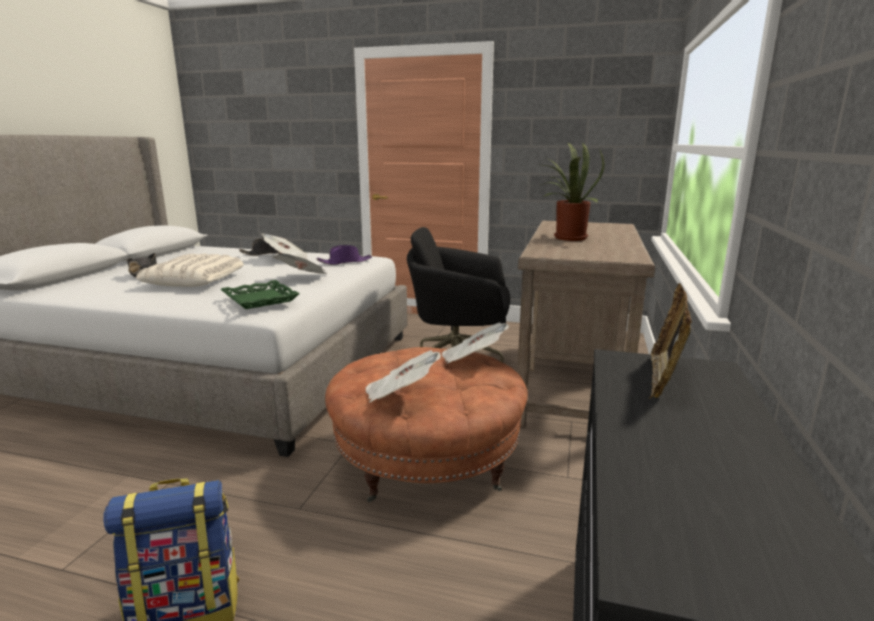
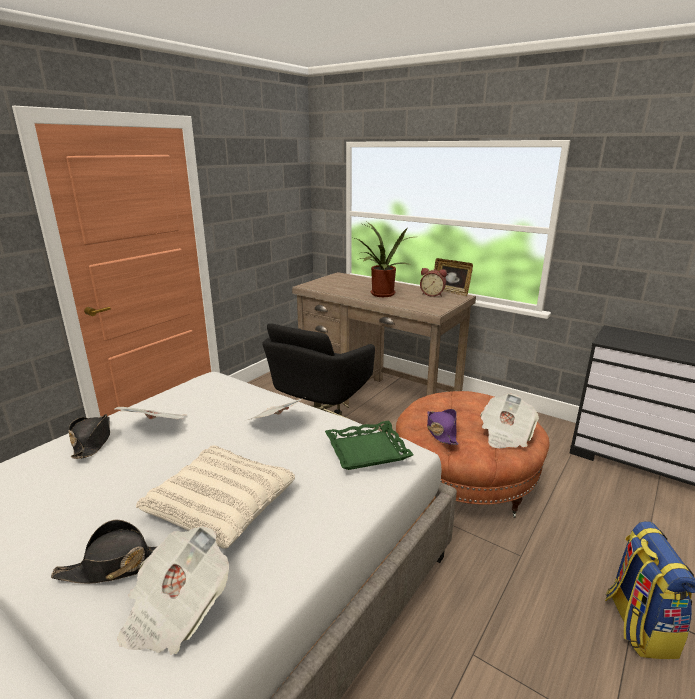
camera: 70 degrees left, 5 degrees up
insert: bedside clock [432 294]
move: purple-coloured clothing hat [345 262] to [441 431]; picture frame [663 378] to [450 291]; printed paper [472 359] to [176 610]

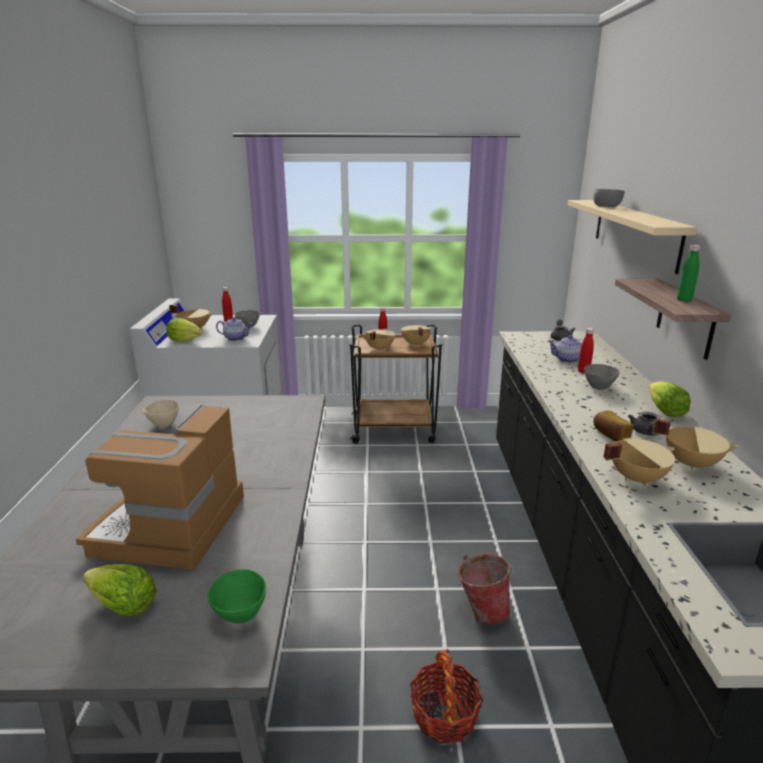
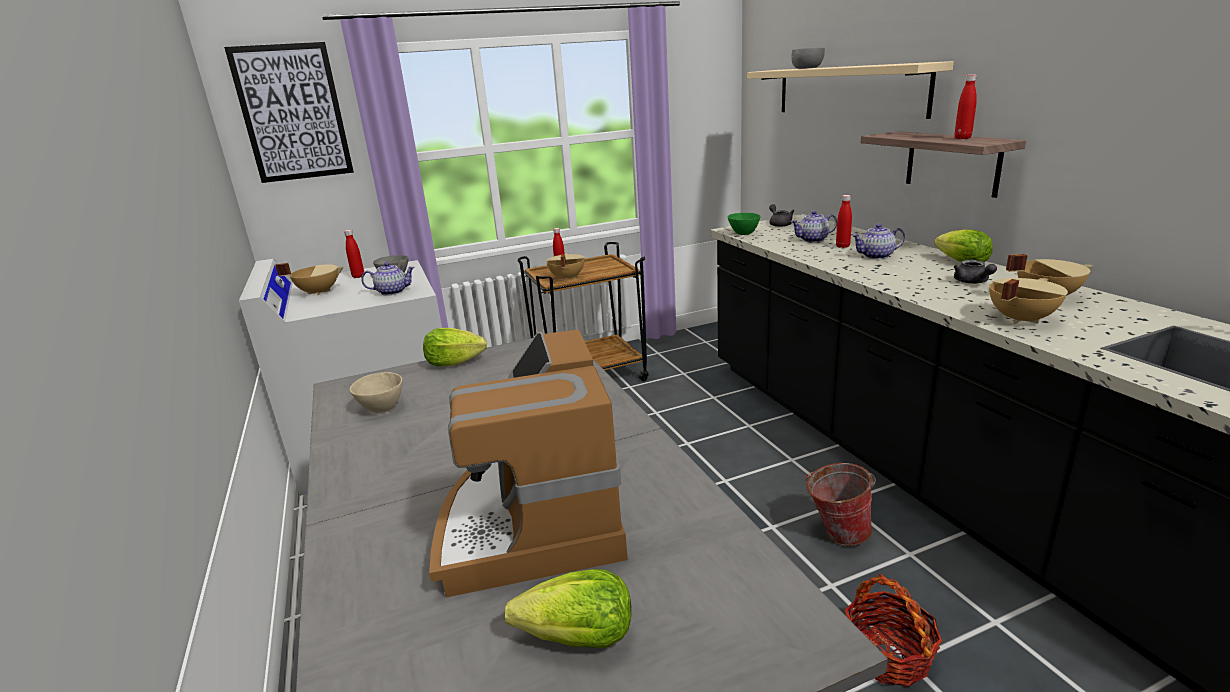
camera: 20 degrees left, 0 degrees up
delete: beige-coloured saucepot [415 344]; bakery bread [610 435]
insert: picture [293 113]
move: lettuce head [184 340] to [454 363]; greenish bowl [239 614] to [743 234]
replace: gray bowl [599 387] to tea pot [876 256]
recolor: greenish beverage bottle [684 300] to reddish beverage bottle [962 138]

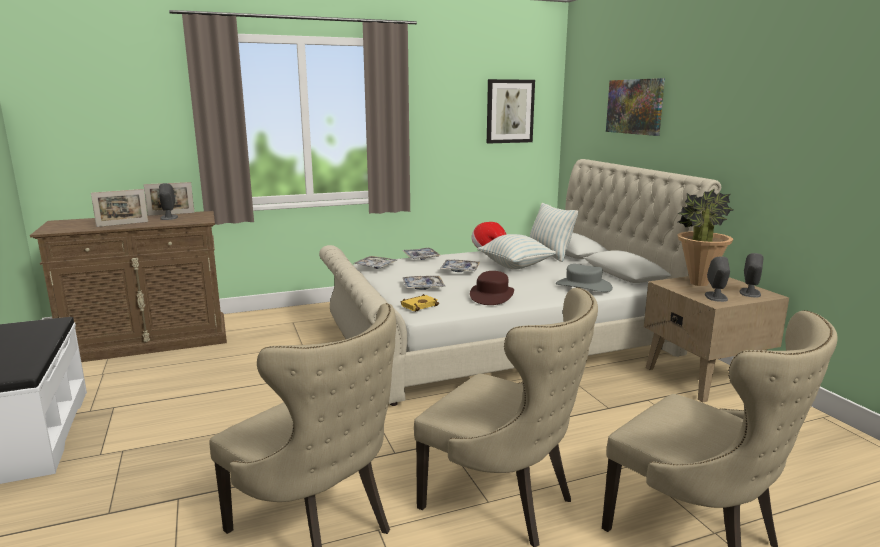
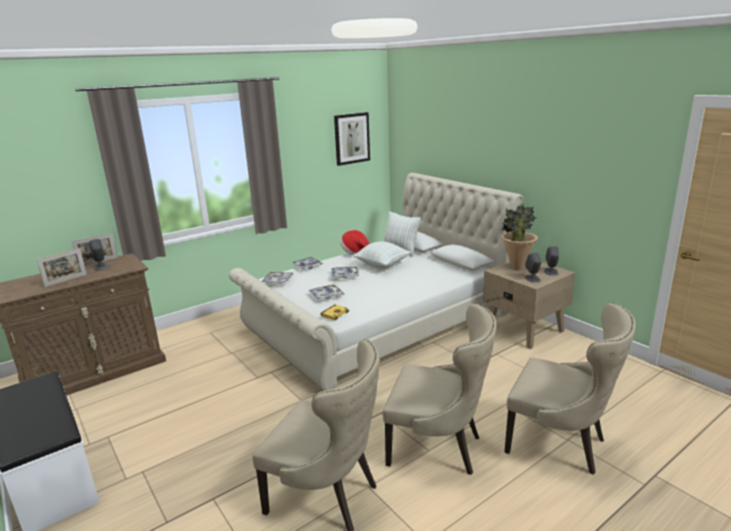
camera: 15 degrees left, 5 degrees up
delete: picture [635 106]; gray clothing hat [583 286]; brownish clothing hat [492 295]

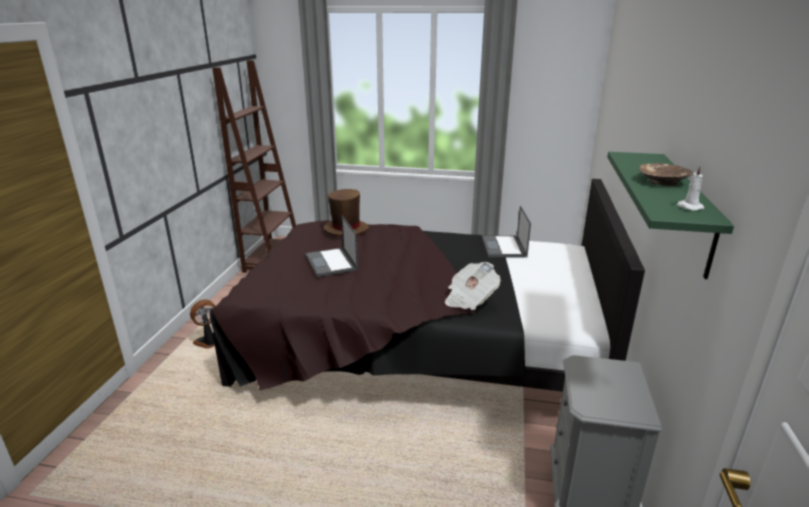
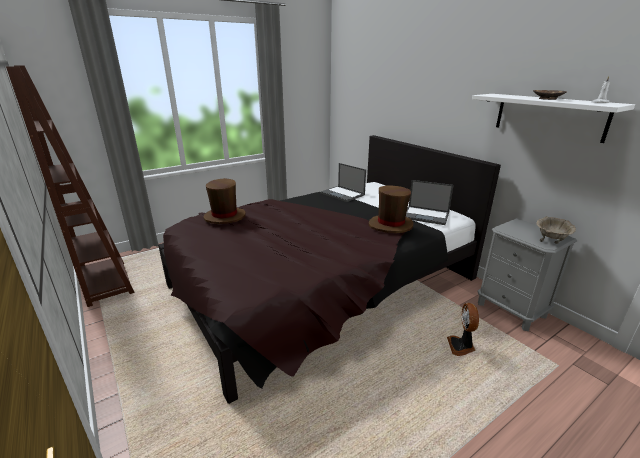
camera: 45 degrees left, 0 degrees up
insert: beige-coloured bowl [551 239]
move: notebook computer [332 262] to [426 215]; electric fan [209 342] to [461 346]
replace: printed paper [470 299] to brownish clothing hat [390 225]
recolor: greenish bracket shelf [685 211] to white-coloured bracket shelf [549 116]

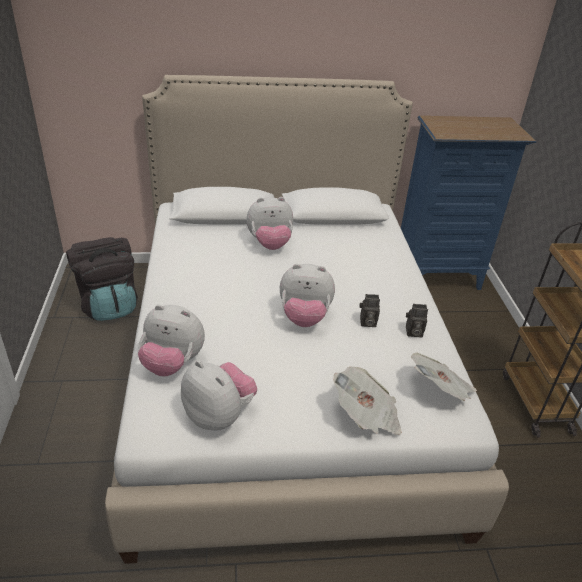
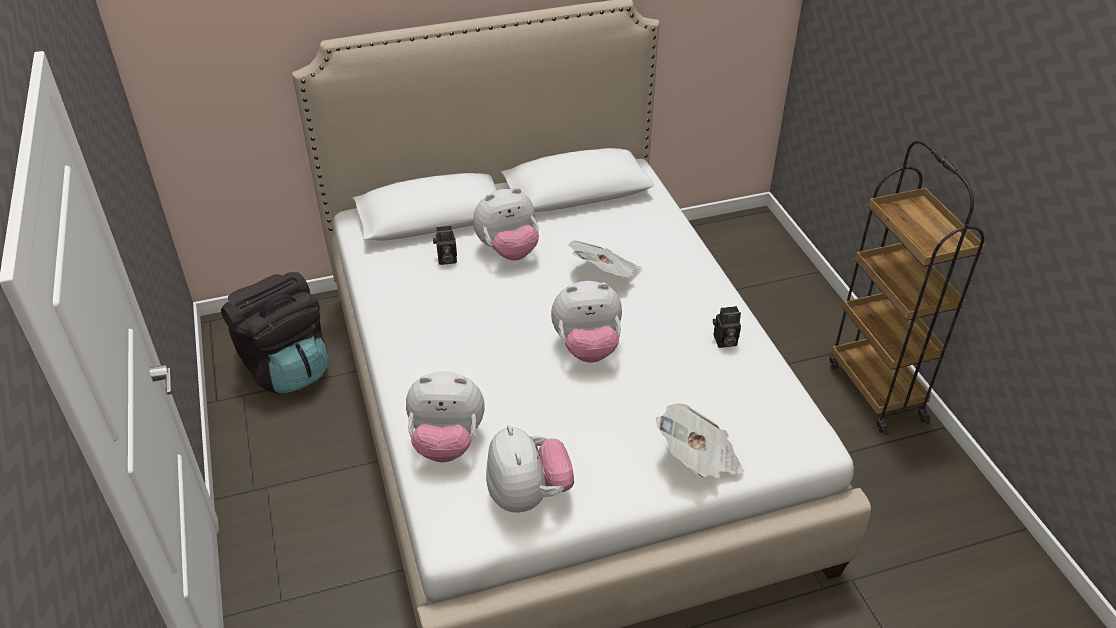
camera: 10 degrees left, 5 degrees up
delete: blue chest of drawers [438 277]
move: photo camera [367 322] to [446 259]; printed paper [441 390] to [606 274]
rotate: plush toy [219 415] = [528 495] 45 degrees clockwise

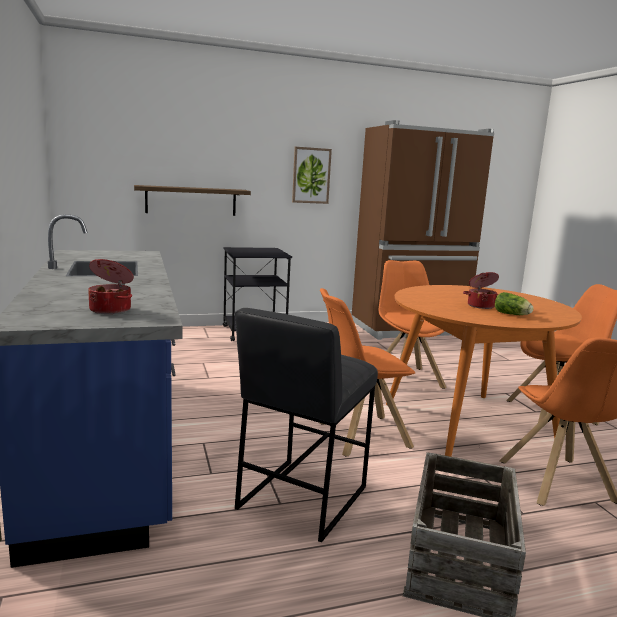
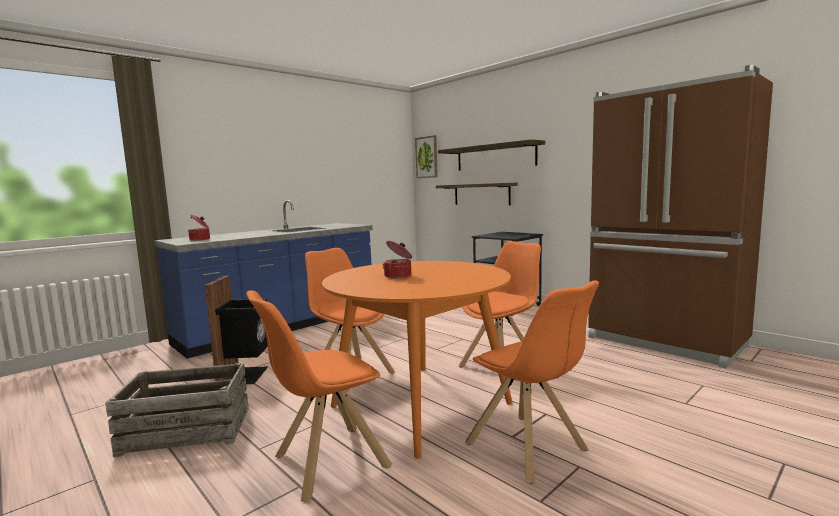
camera: 65 degrees right, 5 degrees down
delete: lettuce head [512 315]
insert: bracket shelf [495 157]
move: picture [311 175] to [427 157]
replace: gray stool seat [301 498] to blackish trash can [245 375]

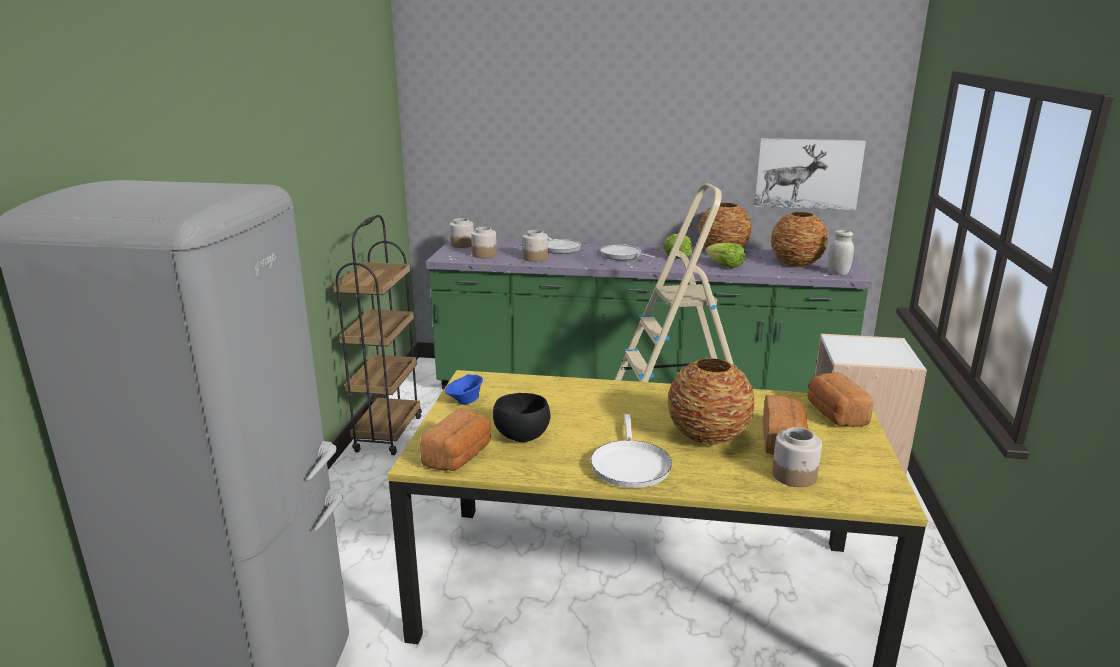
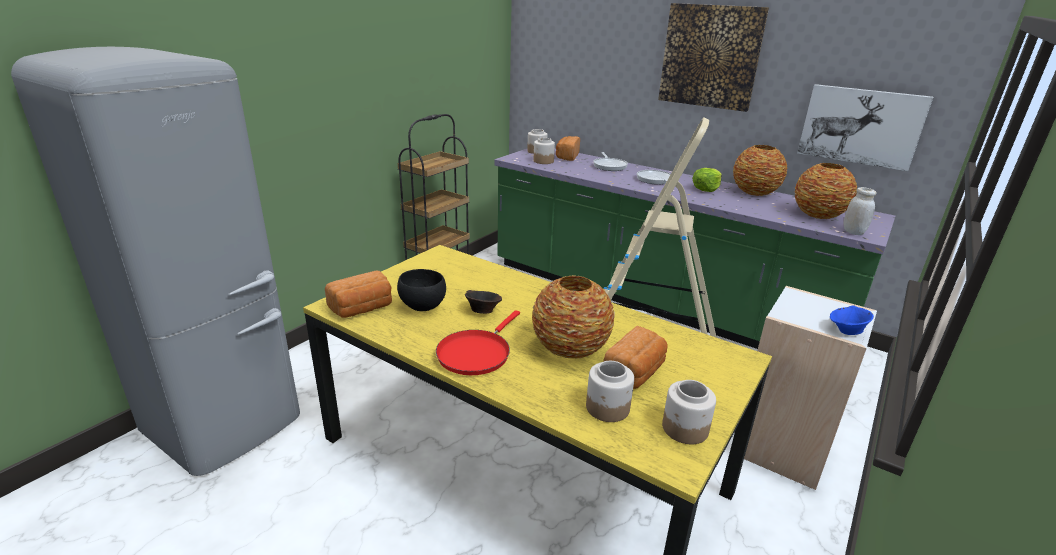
camera: 25 degrees right, 5 degrees up
delete: lettuce head [725 266]
insert: picture [710 56]; brownish bowl [482 311]
move: jar [535 258] to [685 429]; bakery bread [834 414] to [566 156]; blue bowl [465 401] to [846 331]
recolor: white-coloured pan [630 465] to reddish pan [476 353]

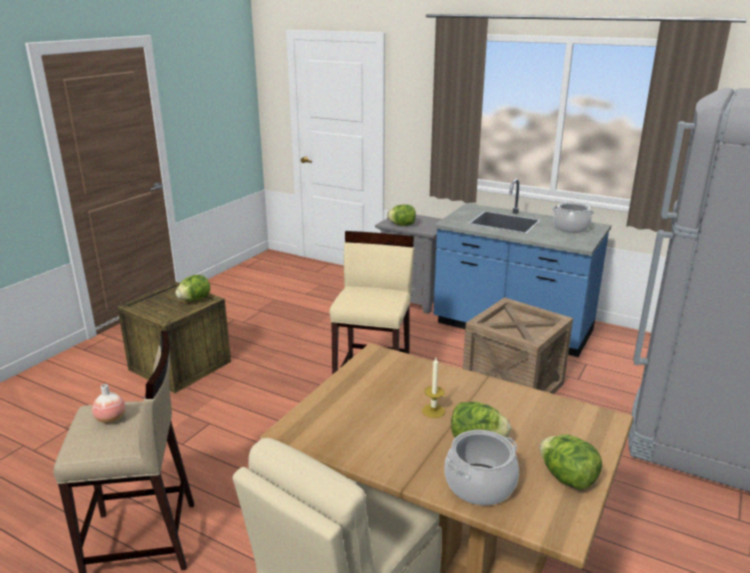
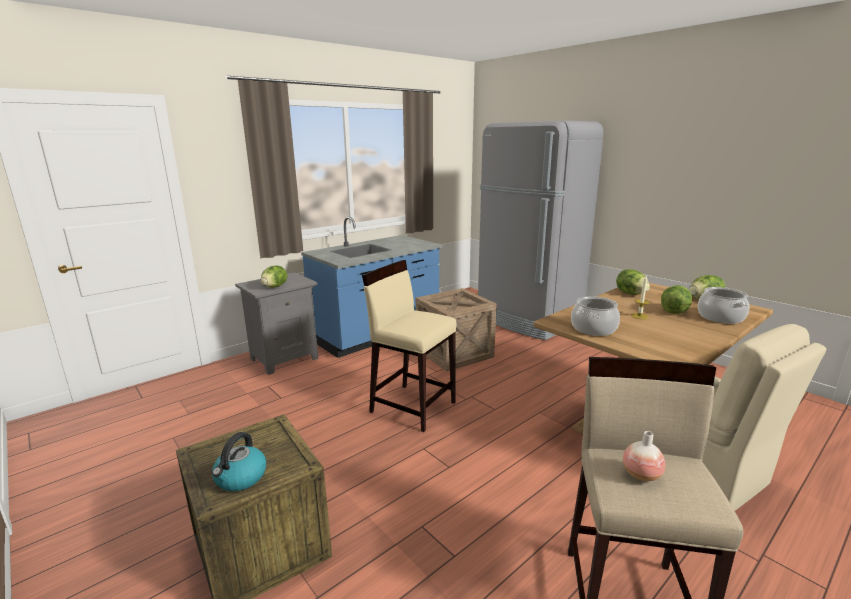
camera: 70 degrees left, 5 degrees down
insert: tea kettle [240 478]
move: saucepot [570 228] to [594 329]; lettuce head [195 299] to [631 294]

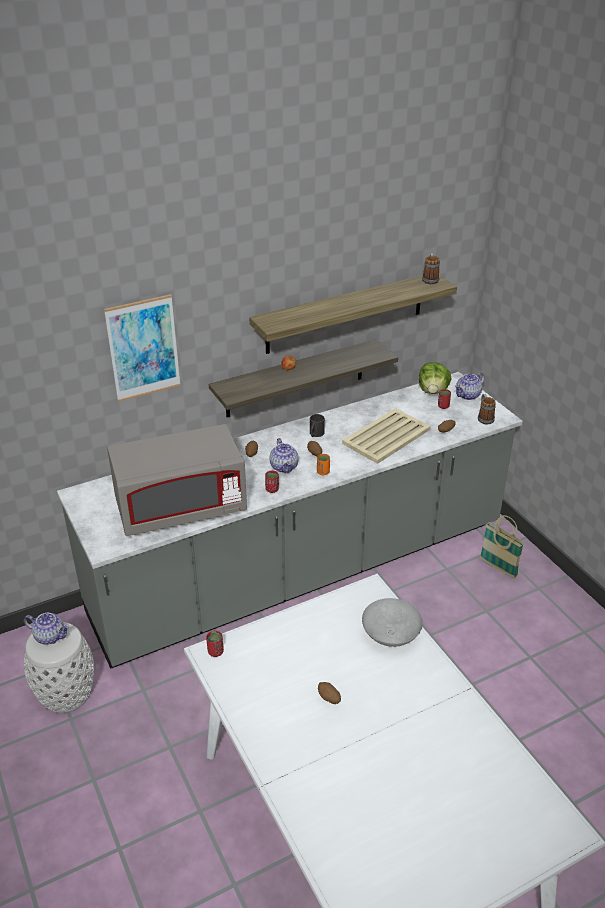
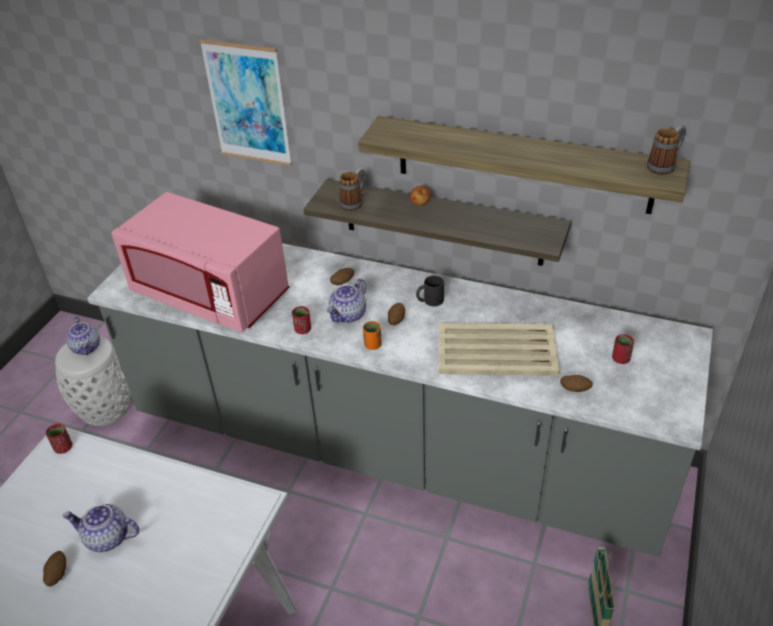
camera: 50 degrees right, 5 degrees up
delete: lettuce head [433 391]; gray bowl [390 636]
move: tea pot [468 395] to [107 538]; coffee mug [484 418] to [354 202]
recolor: gray kitchen microwave [181 508] to pinkish kitchen microwave [211 295]

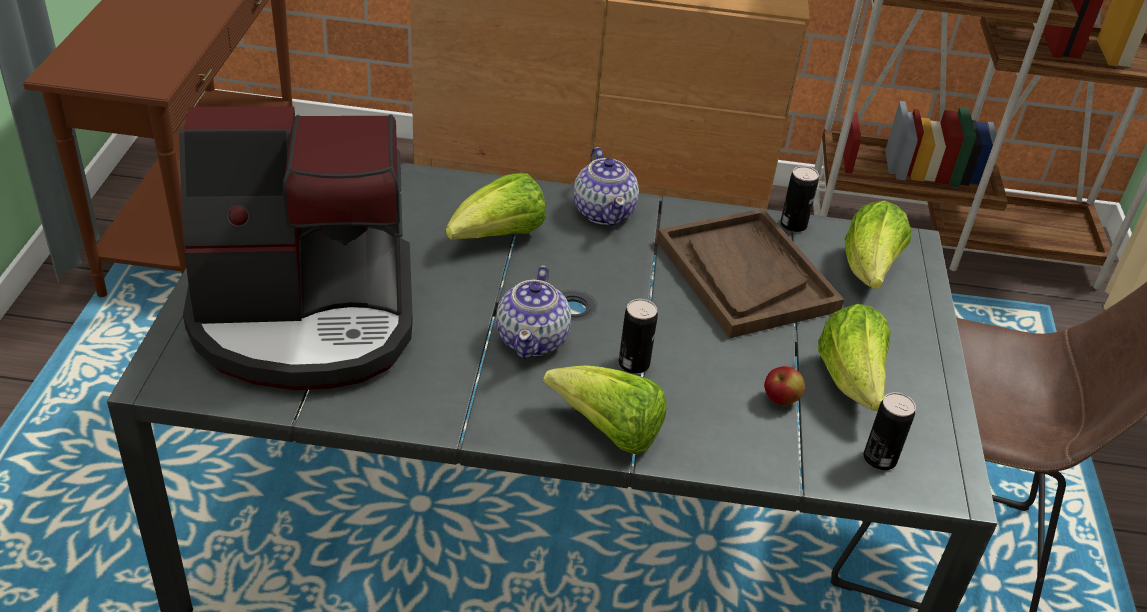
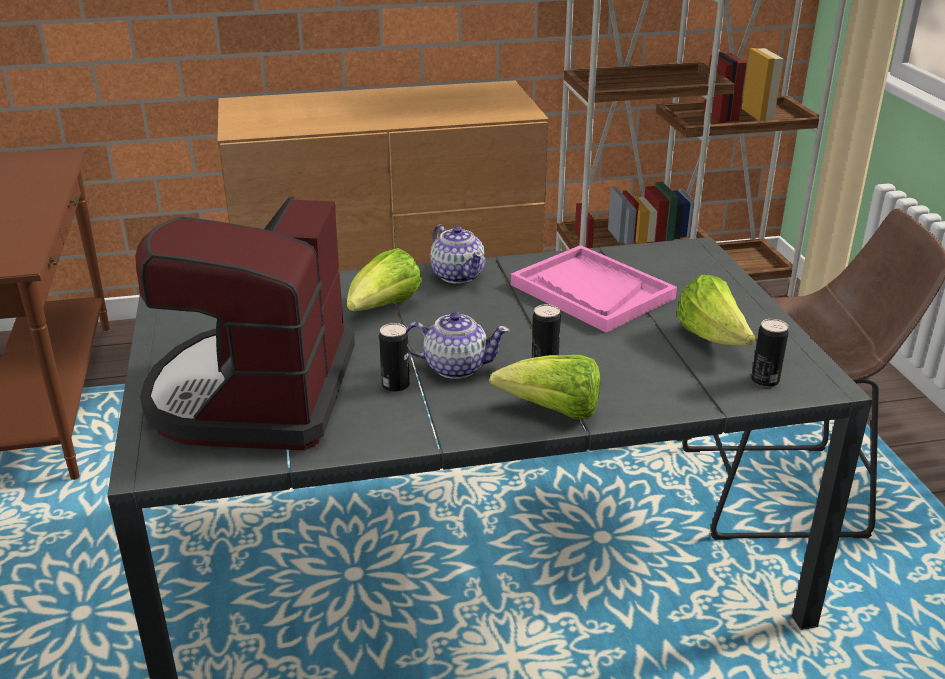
camera: 15 degrees left, 10 degrees down
delete: lettuce head [869 270]; apple [780 399]
move: can [793 225] to [395 385]
recolor: brownish carrying tray [745 275] to pinkish carrying tray [591 291]
rotate: coffee brewer [306 317] = [254 395] 120 degrees clockwise; tea pot [533 339] = [455 367] 75 degrees counterclockwise

